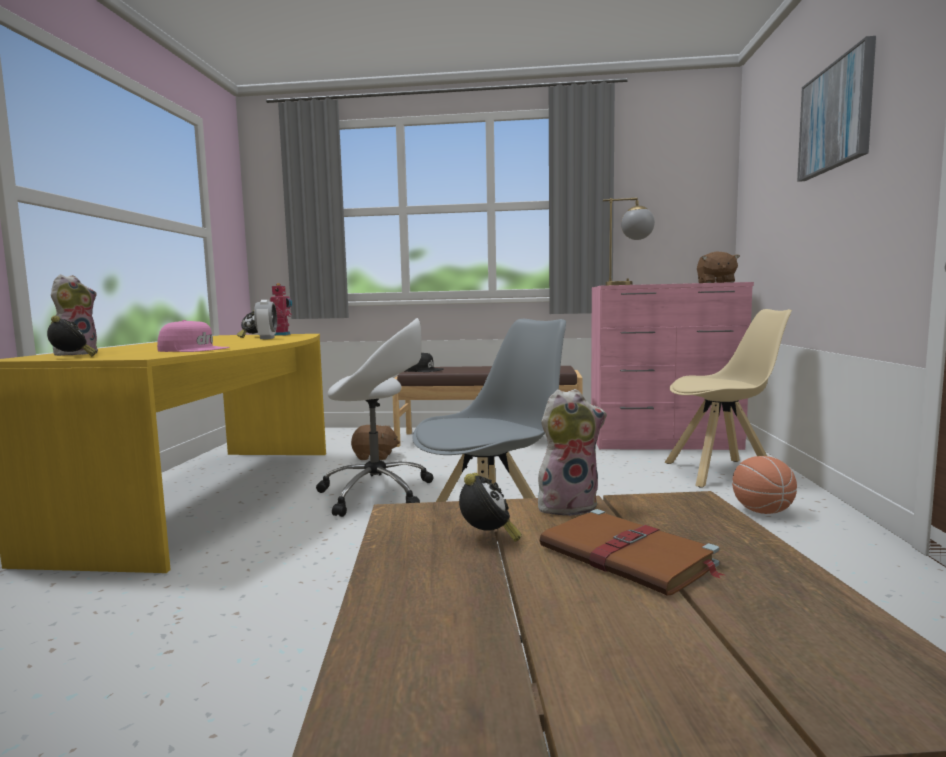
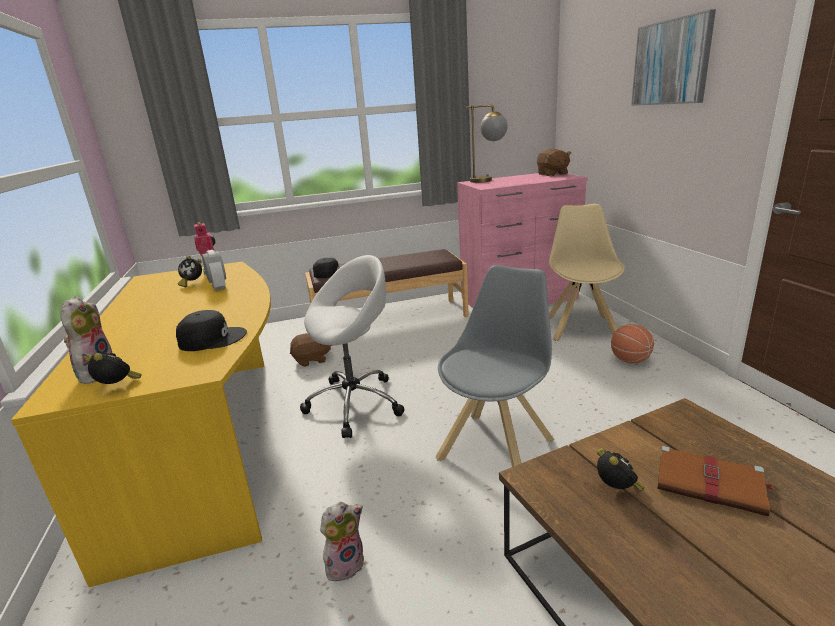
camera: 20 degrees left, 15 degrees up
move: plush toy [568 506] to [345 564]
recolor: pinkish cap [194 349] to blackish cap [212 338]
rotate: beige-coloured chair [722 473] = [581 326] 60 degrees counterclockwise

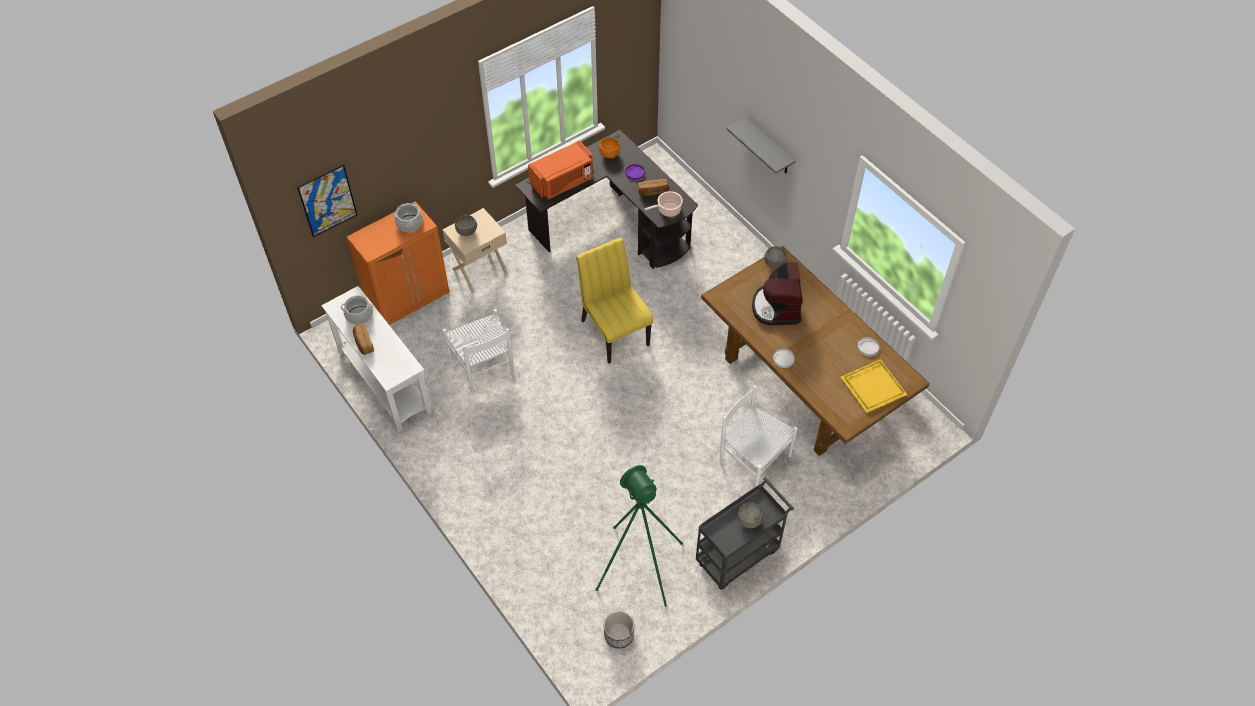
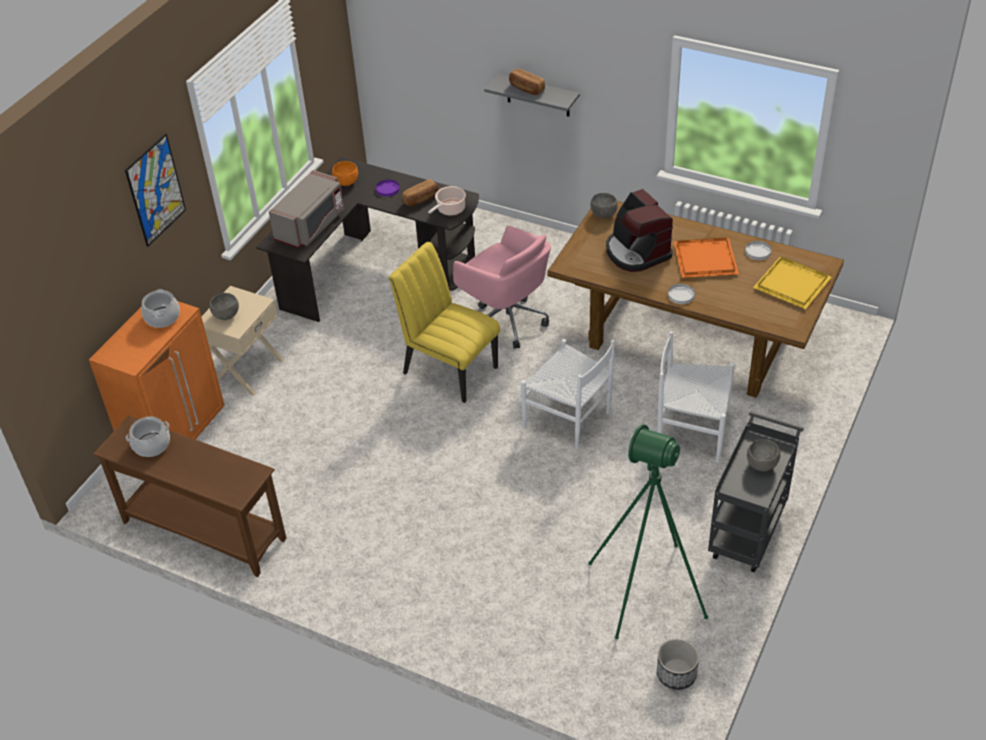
camera: 25 degrees left, 10 degrees down
insert: pinkish office chair [505 321]; orangey carrying tray [706 259]
move: picture [327 201] to [155 190]; white-coloured chair [484 367] to [569 419]; bakery bread [363 343] to [526 89]
recolor: orangey kitchen microwave [562 182] to gray kitchen microwave [311 225]; white-coloured hall table [384 382] to brownish hall table [203 531]

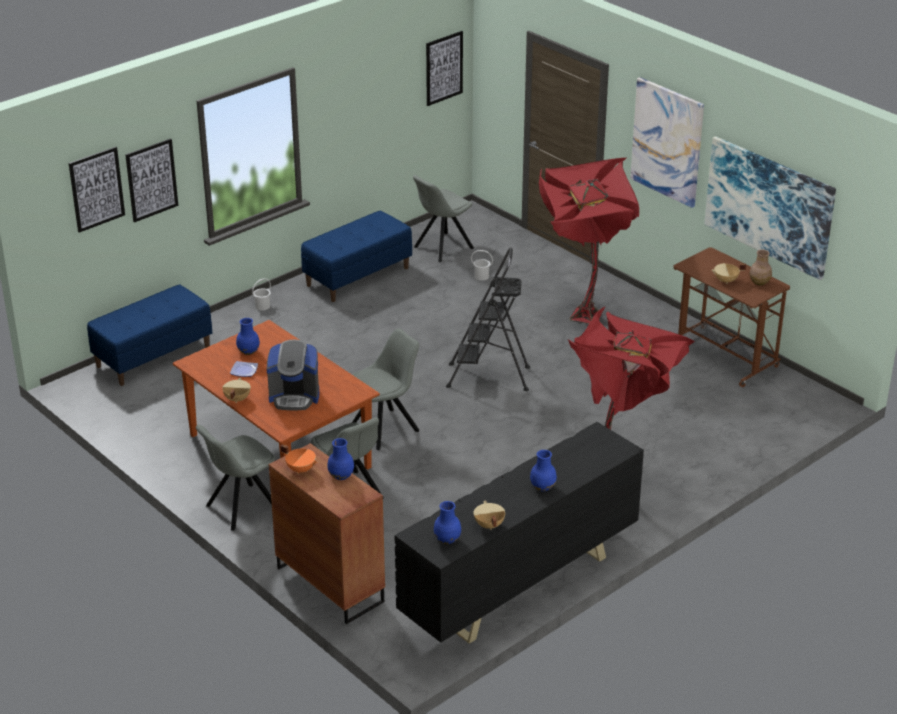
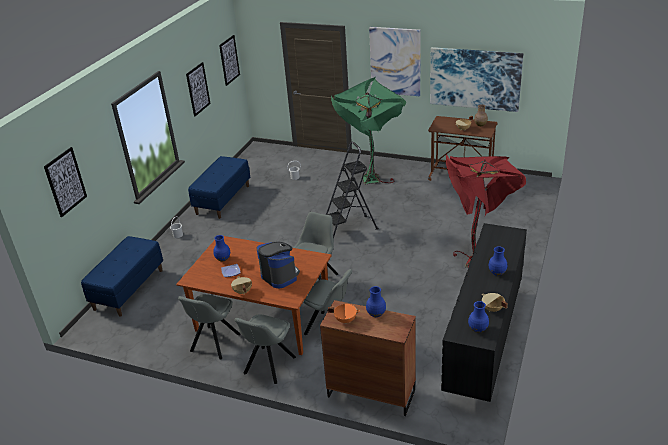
camera: 25 degrees left, 0 degrees up
move: picture [151 180] to [198 89]; gray chair [443 247] to [214 343]
recolor: reddish floor lamp [582 321] to greenish floor lamp [371 182]
rotate: coffee brewer [294 397] = [279 276] 105 degrees counterclockwise

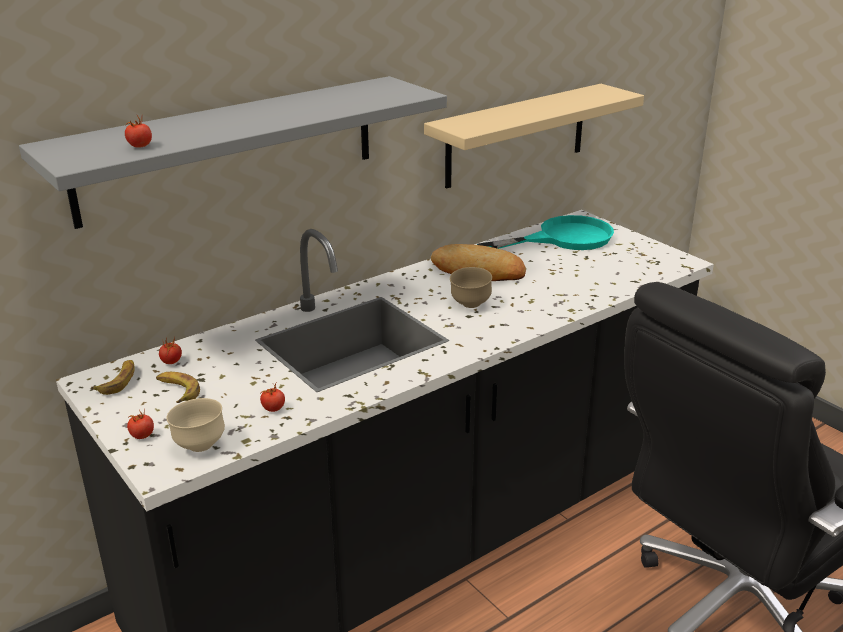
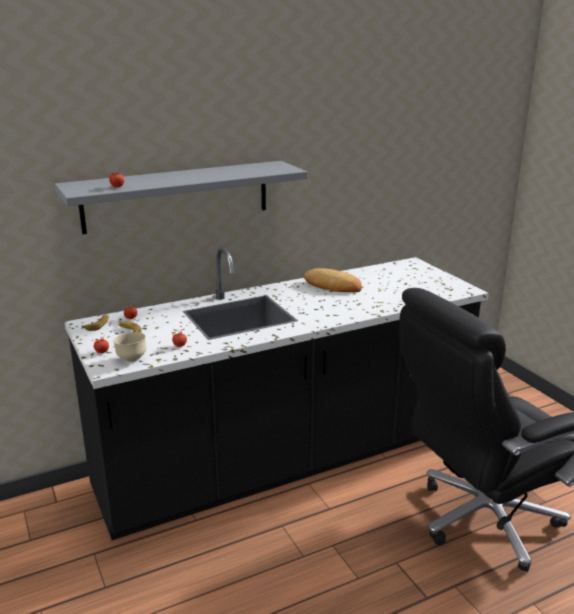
camera: 10 degrees right, 5 degrees down
delete: beige-coloured bracket shelf [516 135]; turquoise-coloured pan [563 238]; brownish bowl [470 305]

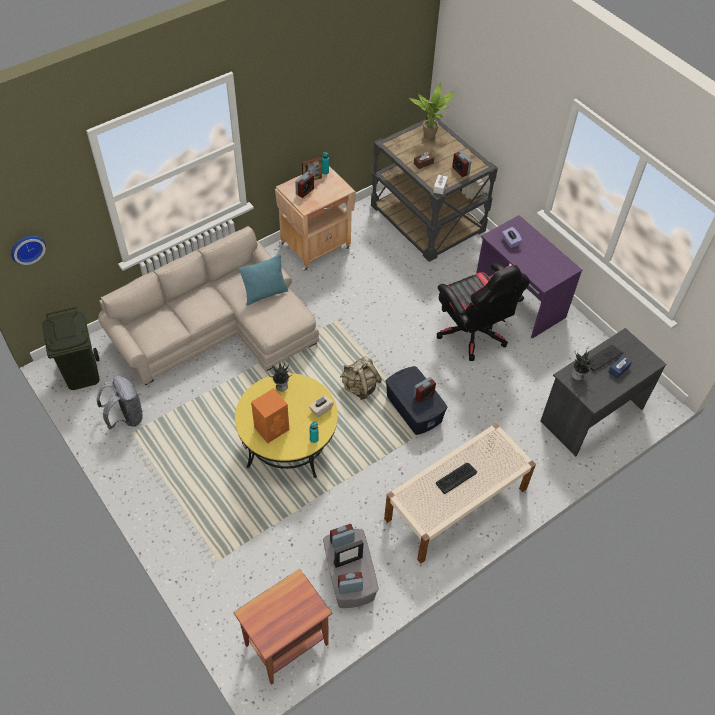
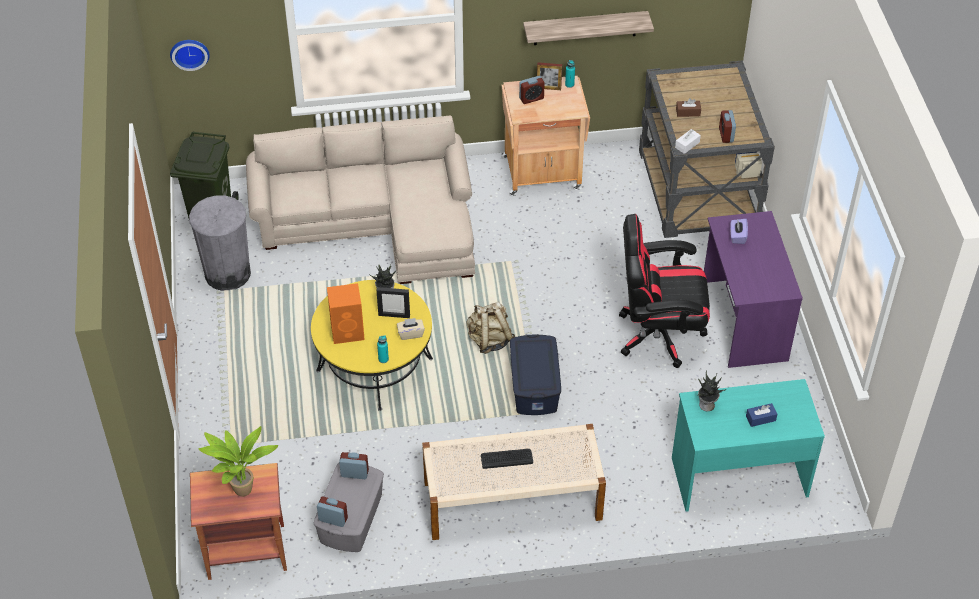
camera: 30 degrees right, 5 degrees down
delete: turquoise-coloured cushion [265 294]; keyboard [603 358]; bedside clock [423 395]
insert: bracket shelf [585 28]
move: houseplant [430 137] to [243 493]; picture frame [348 560] to [394 315]
replace: gray knapsack [126 417] to gray trash can [227 273]
recolor: gray desk [590 414] to turquoise-coloured desk [738 476]
rotate: blackish office chair [472 333] = [659 334] 90 degrees clockwise

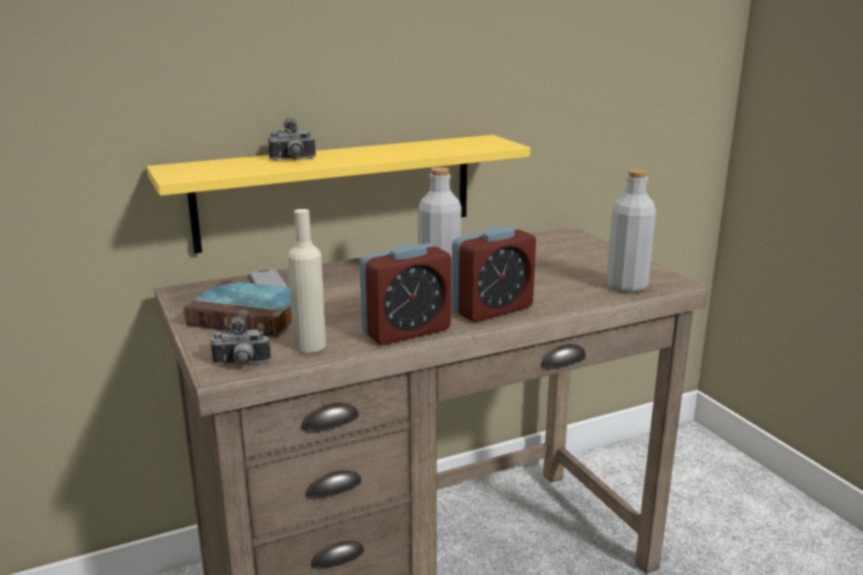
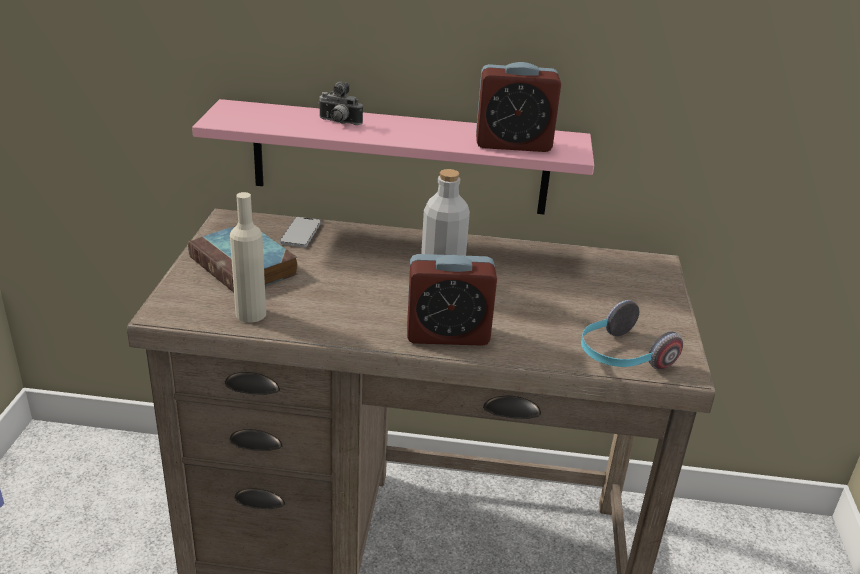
camera: 30 degrees right, 10 degrees up
delete: photo camera [241 365]
move: bedside clock [406 331] to [513 144]
replace: gray beverage bottle [626 286] to headset [621 357]
recolor: yellowish bracket shelf [337 191] to pinkish bracket shelf [400 158]

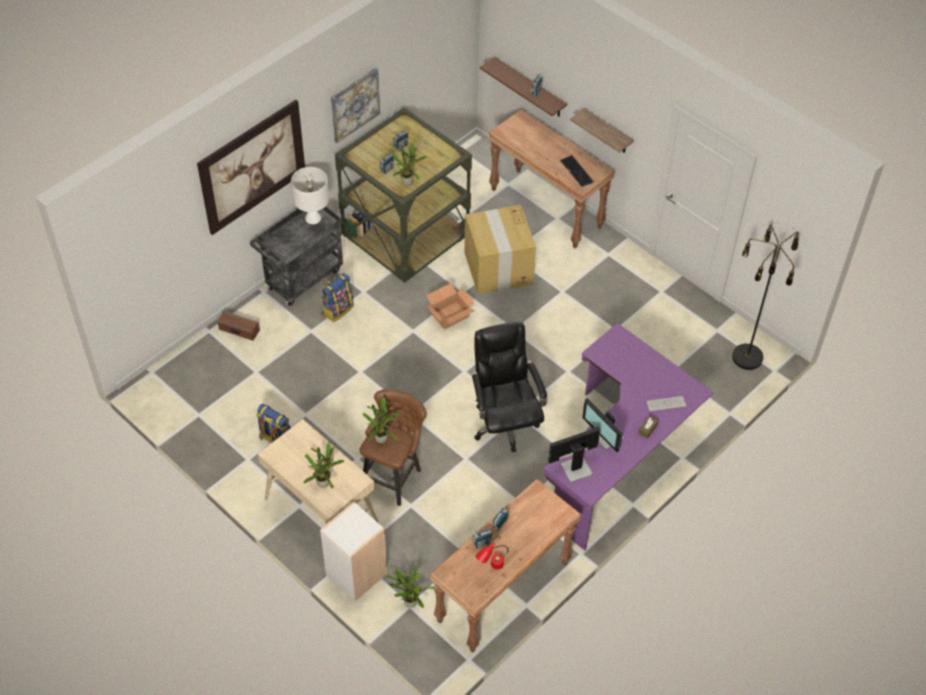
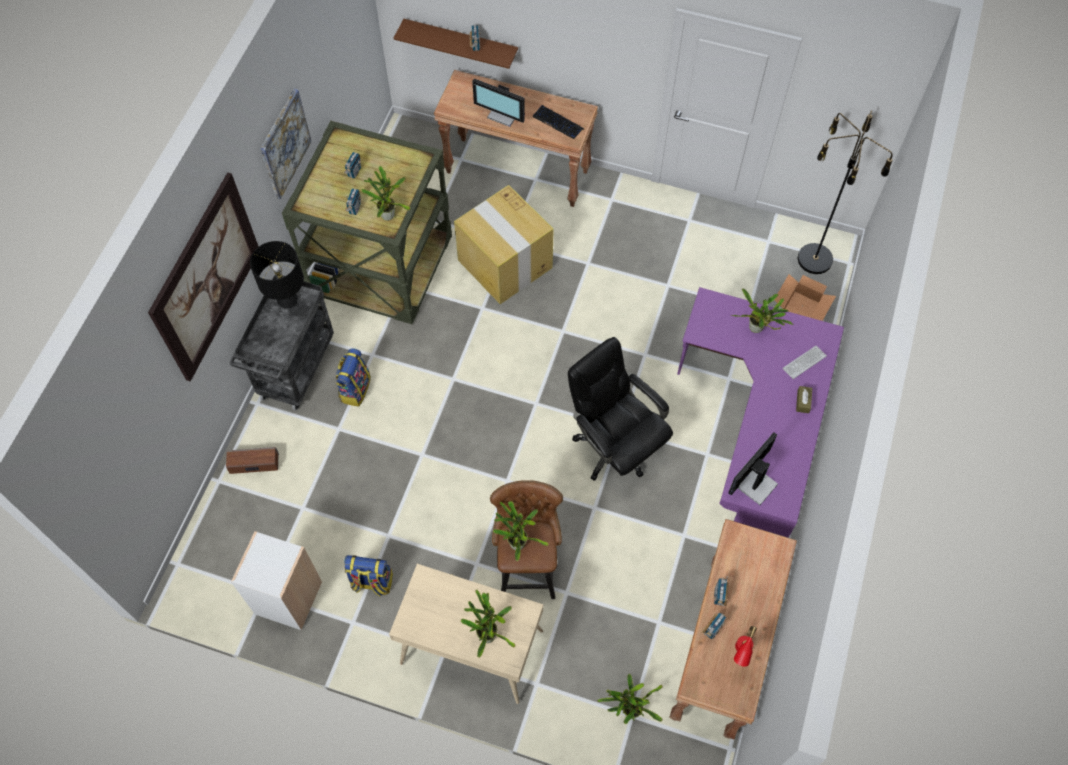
camera: 25 degrees left, 10 degrees up
delete: bracket shelf [607 132]
insert: houseplant [757 329]
move: carton [449 315] to [799 310]; monitor [606 437] to [504 115]; bookcase [356 573] to [288 598]
recolor: white-coloured tabletop lamp [313 219] to blackish tabletop lamp [288 301]

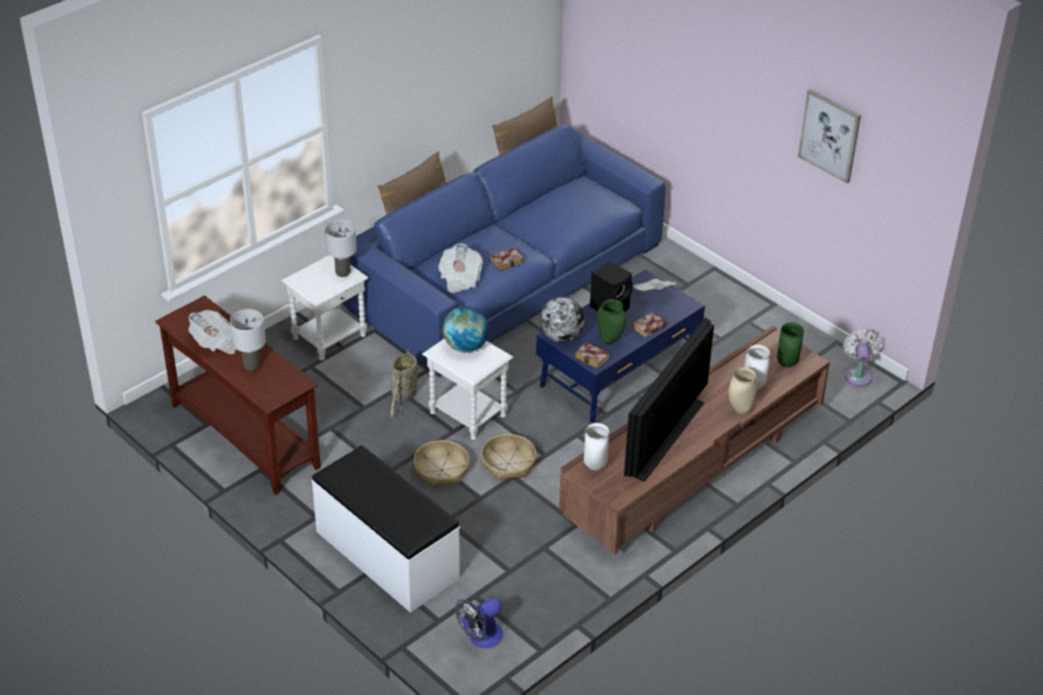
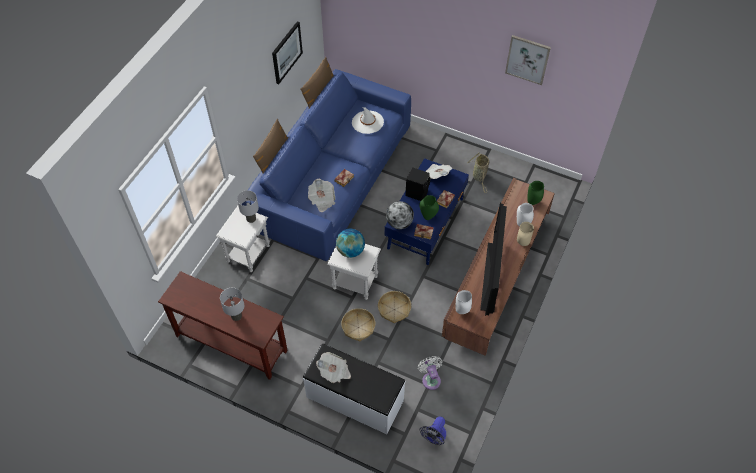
camera: 20 degrees left, 15 degrees up
insert: picture [286 52]; white-coloured clothing hat [367 122]
move: printed paper [215 343] to [334 372]; white-coloured electric fan [858 375] to [430 379]; storage basket [403 396] to [479 177]

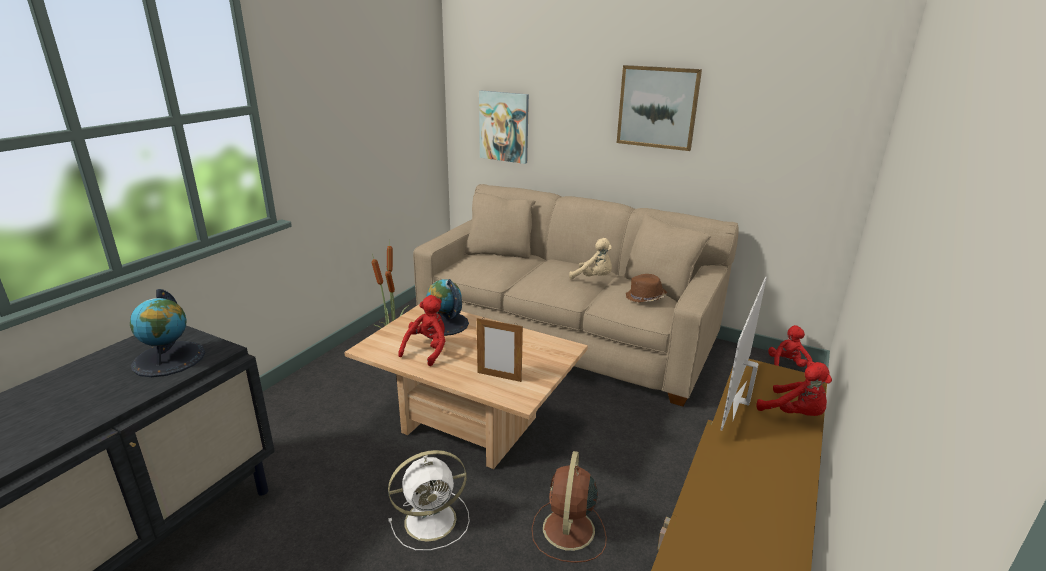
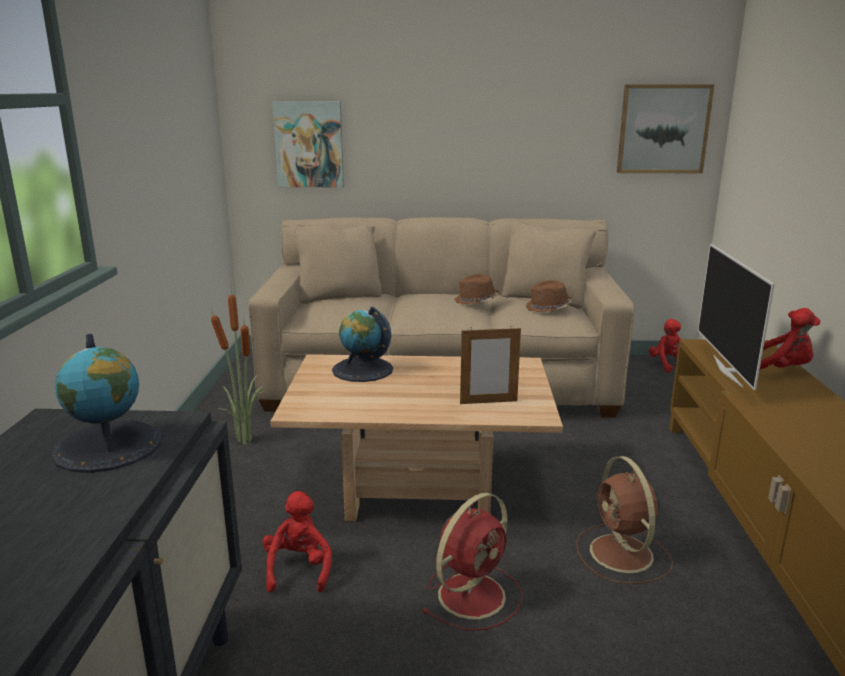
camera: 25 degrees left, 5 degrees down
move: picture [657 107] to [663 129]; reddish plush toy [427 350] to [298 569]
replace: beige-coloured plush toy [594 278] to brownish clothing hat [476 301]
recolor: white-coloured electric fan [433 520] to reddish electric fan [473 594]

